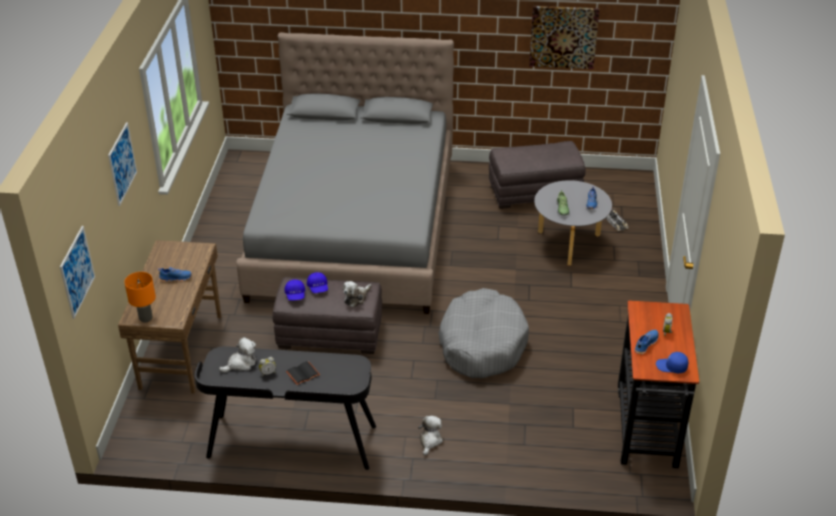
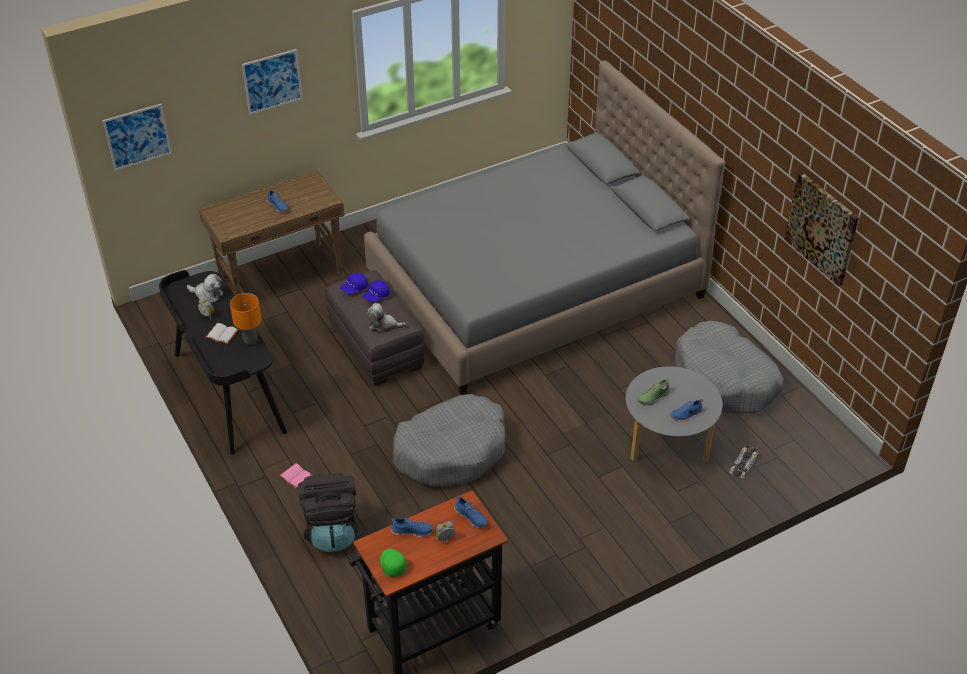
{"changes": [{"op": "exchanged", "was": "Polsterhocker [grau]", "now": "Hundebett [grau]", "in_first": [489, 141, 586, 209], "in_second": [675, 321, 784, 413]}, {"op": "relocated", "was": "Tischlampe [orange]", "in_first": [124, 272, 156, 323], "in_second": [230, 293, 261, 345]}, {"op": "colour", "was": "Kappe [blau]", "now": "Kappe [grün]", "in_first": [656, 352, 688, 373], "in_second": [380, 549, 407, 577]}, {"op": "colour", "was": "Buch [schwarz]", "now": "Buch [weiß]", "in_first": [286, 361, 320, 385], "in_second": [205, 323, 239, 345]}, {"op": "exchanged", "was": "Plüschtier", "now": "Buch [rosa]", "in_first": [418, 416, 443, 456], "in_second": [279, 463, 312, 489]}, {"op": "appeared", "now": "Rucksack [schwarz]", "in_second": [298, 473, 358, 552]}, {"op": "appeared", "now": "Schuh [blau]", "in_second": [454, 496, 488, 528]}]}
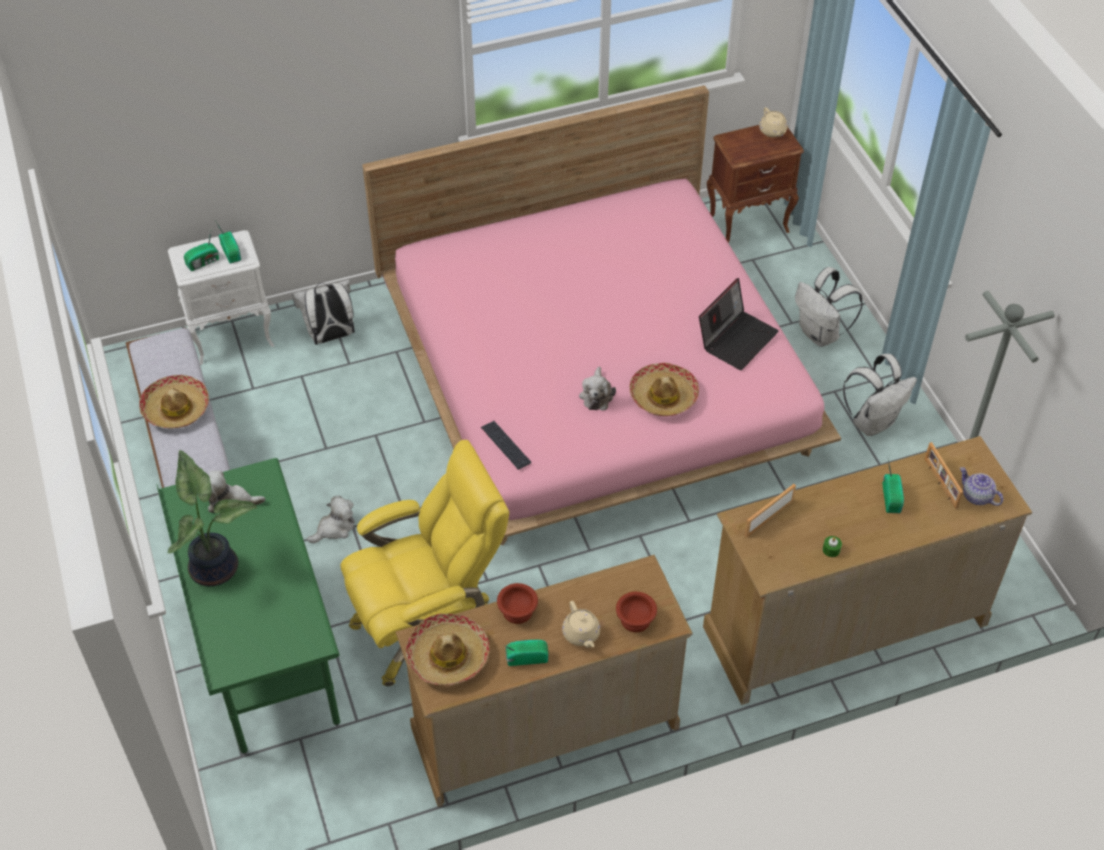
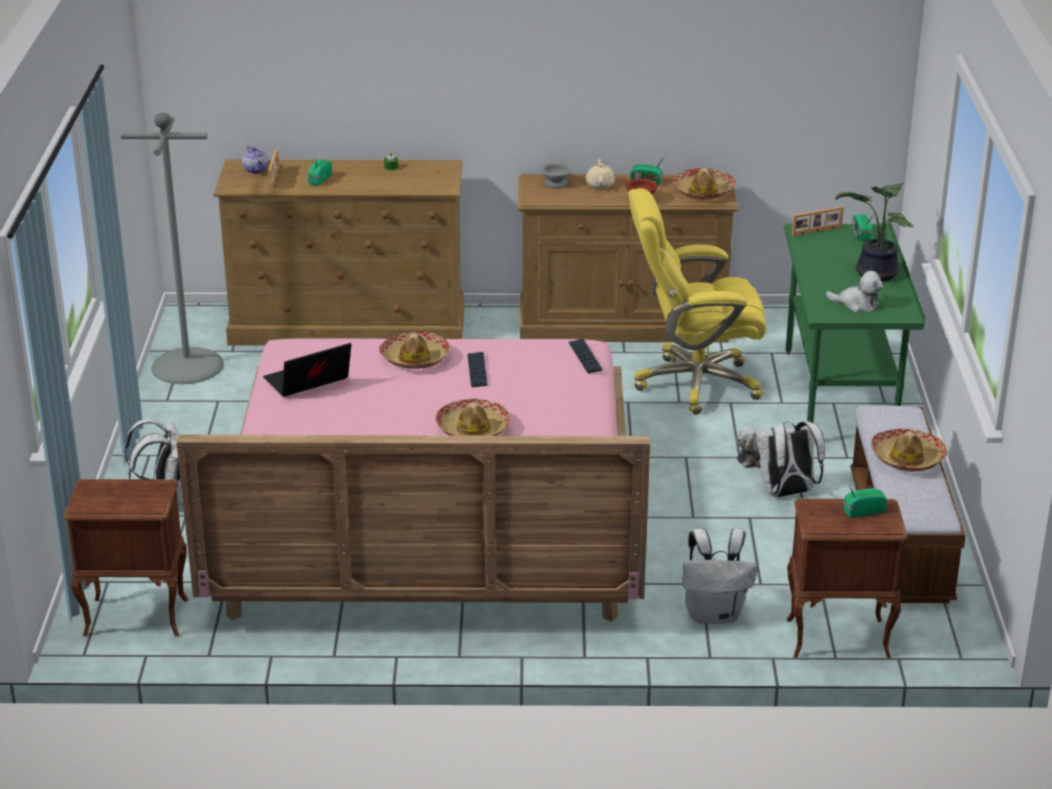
{"changes": [{"op": "missing", "was": "Teekanne [beige]", "in_first": [759, 107, 788, 137]}, {"op": "relocated", "was": "Radio", "in_first": [214, 219, 241, 263], "in_second": [852, 213, 875, 241]}, {"op": "colour", "was": "Nachttisch [weiß]", "now": "Nachttisch [braun]", "in_first": [168, 230, 274, 365], "in_second": [787, 499, 908, 658]}, {"op": "relocated", "was": "Rucksack [weiß]", "in_first": [843, 354, 917, 436], "in_second": [753, 421, 825, 497]}, {"op": "exchanged", "was": "Plüschtier", "now": "Tastatur", "in_first": [579, 367, 616, 410], "in_second": [467, 352, 487, 387]}, {"op": "relocated", "was": "Bilderrahmen", "in_first": [744, 484, 796, 538], "in_second": [792, 206, 844, 236]}, {"op": "colour", "was": "Schüssel [braun]", "now": "Schüssel [grau]", "in_first": [616, 592, 657, 632], "in_second": [540, 163, 572, 189]}, {"op": "appeared", "now": "Hut", "in_second": [435, 398, 511, 436]}]}
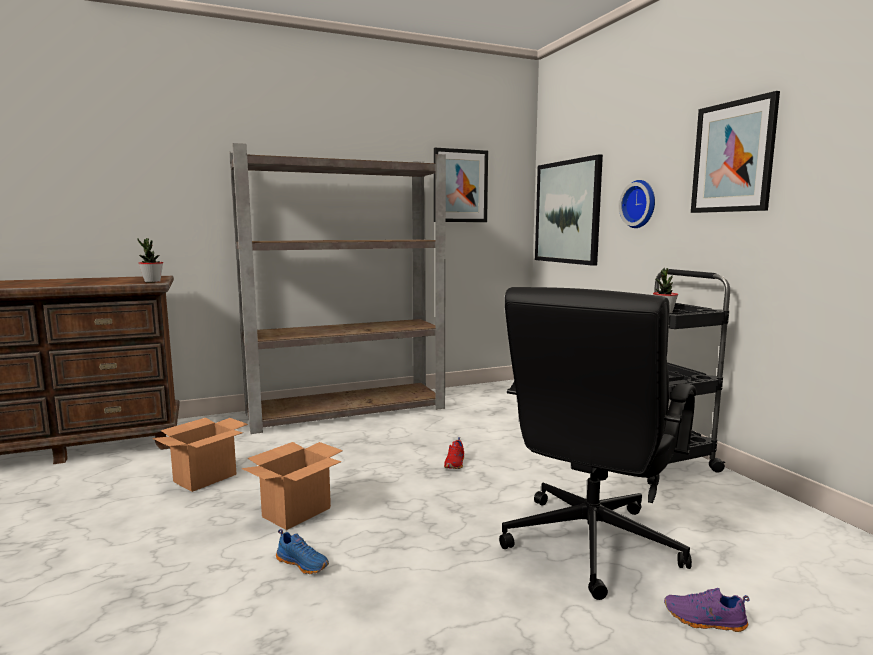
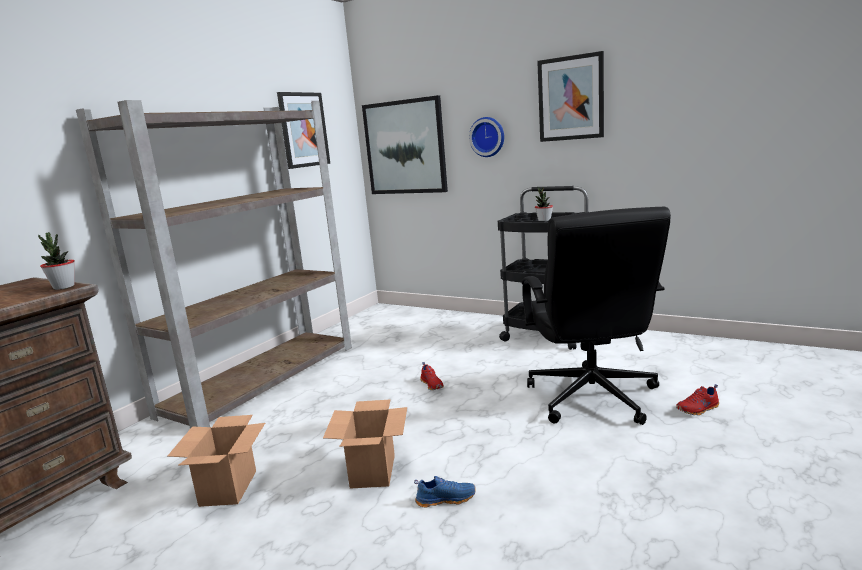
{"changes": [{"op": "colour", "was": "Schuh [lila]", "now": "Schuh [rot]", "in_first": [664, 588, 750, 632], "in_second": [676, 384, 719, 415]}]}
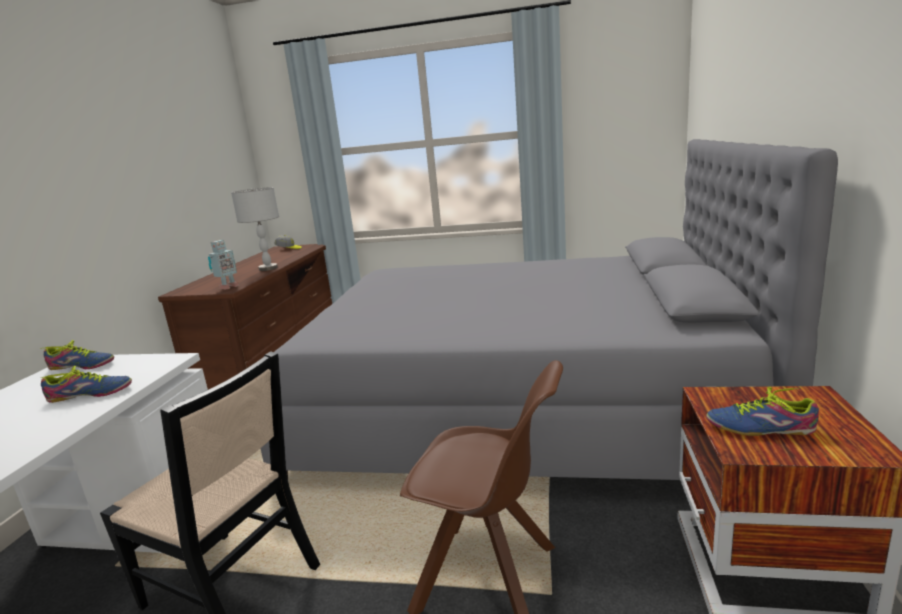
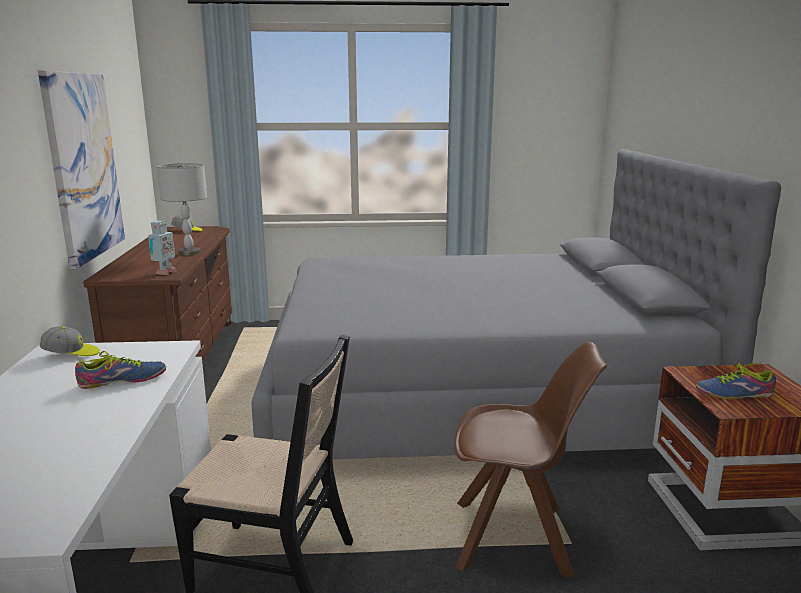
{"changes": [{"op": "exchanged", "was": "Schuh", "now": "Kappe", "in_first": [44, 340, 114, 370], "in_second": [40, 326, 100, 356]}, {"op": "appeared", "now": "Bild", "in_second": [38, 70, 125, 270]}]}
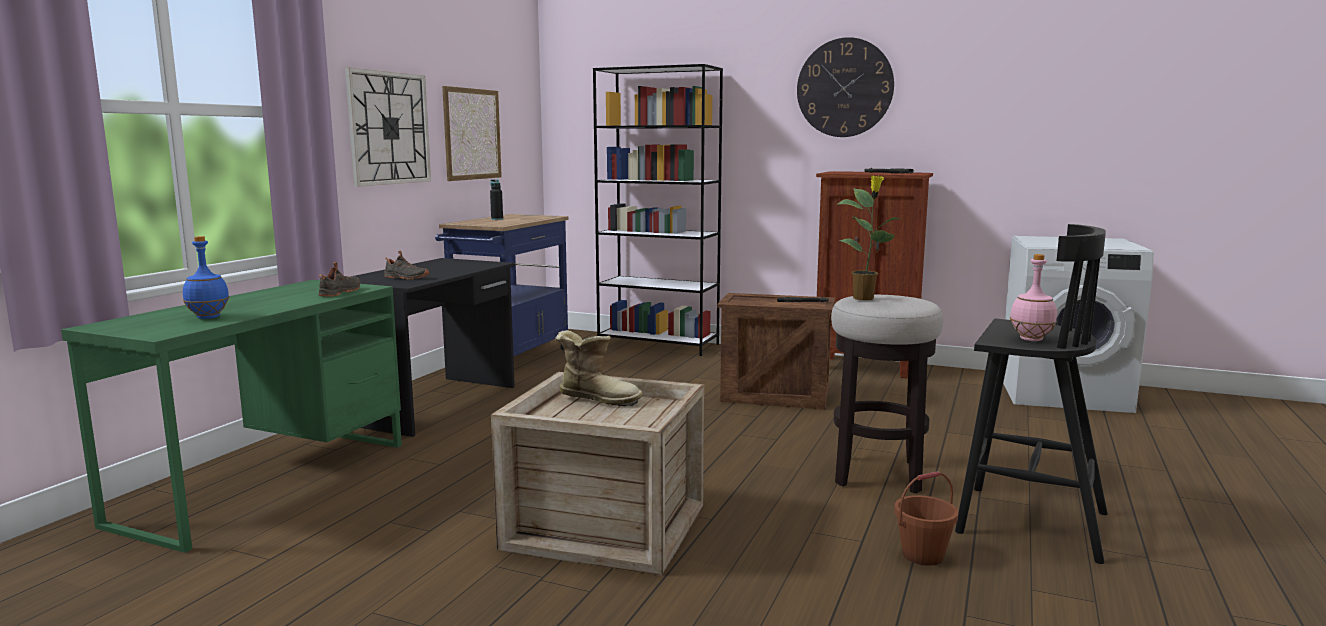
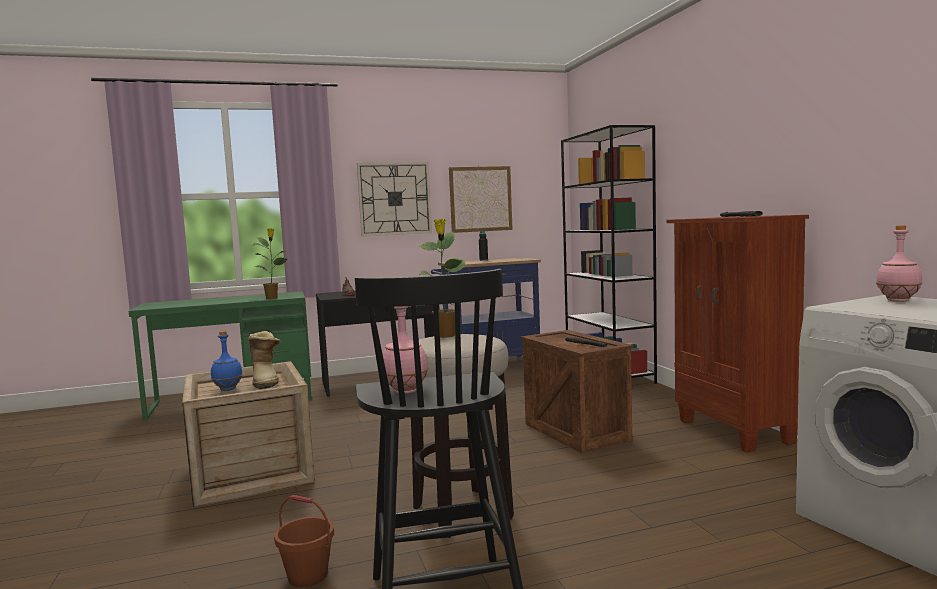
{"changes": [{"op": "missing", "was": "Wanduhr", "in_first": [797, 37, 894, 137]}, {"op": "relocated", "was": "Flasche [blau]", "in_first": [183, 236, 229, 319], "in_second": [211, 331, 243, 391]}, {"op": "exchanged", "was": "Schuh [schwarz]", "now": "Topfpflanze", "in_first": [318, 262, 360, 297], "in_second": [251, 228, 287, 299]}, {"op": "appeared", "now": "Flasche [rosa]", "in_second": [876, 225, 922, 302]}]}
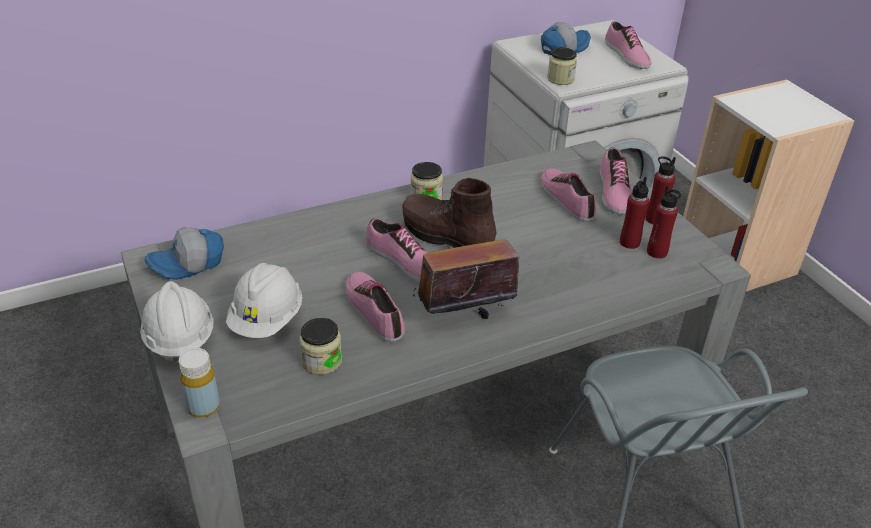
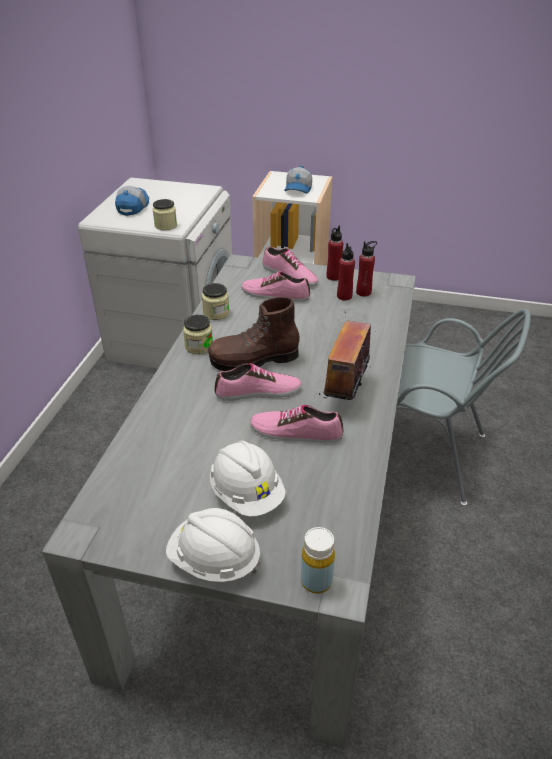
{"changes": [{"op": "missing", "was": "Schuh", "in_first": [605, 21, 651, 69]}, {"op": "relocated", "was": "Kappe", "in_first": [145, 227, 224, 280], "in_second": [285, 166, 312, 194]}, {"op": "relocated", "was": "Vorratsglas", "in_first": [299, 318, 342, 375], "in_second": [202, 283, 229, 320]}]}
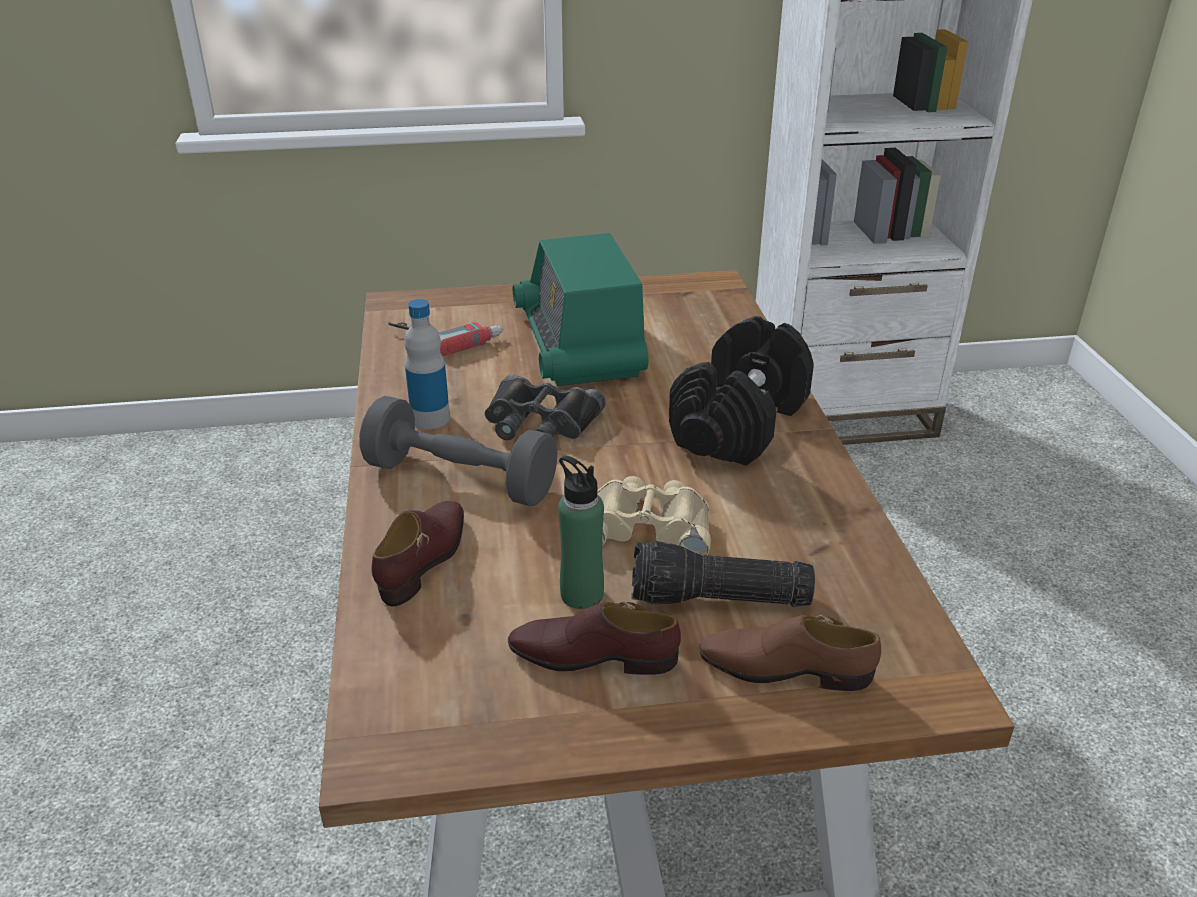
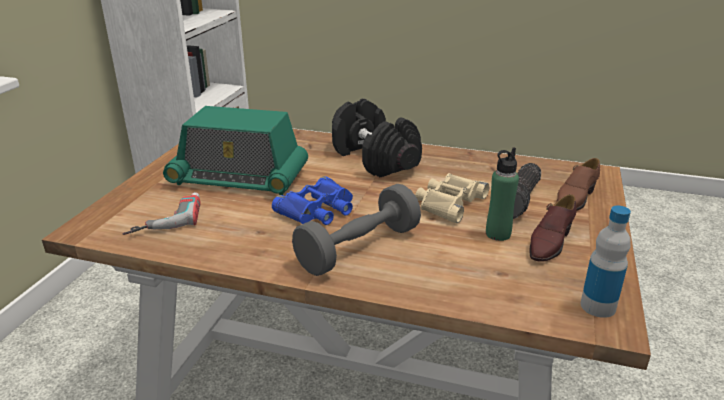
{"changes": [{"op": "relocated", "was": "Flasche", "in_first": [404, 299, 450, 429], "in_second": [580, 205, 631, 318]}, {"op": "colour", "was": "Fernglas [schwarz]", "now": "Fernglas [blau]", "in_first": [485, 374, 606, 440], "in_second": [272, 176, 353, 225]}, {"op": "missing", "was": "Schuh [braun]", "in_first": [371, 502, 464, 606]}]}
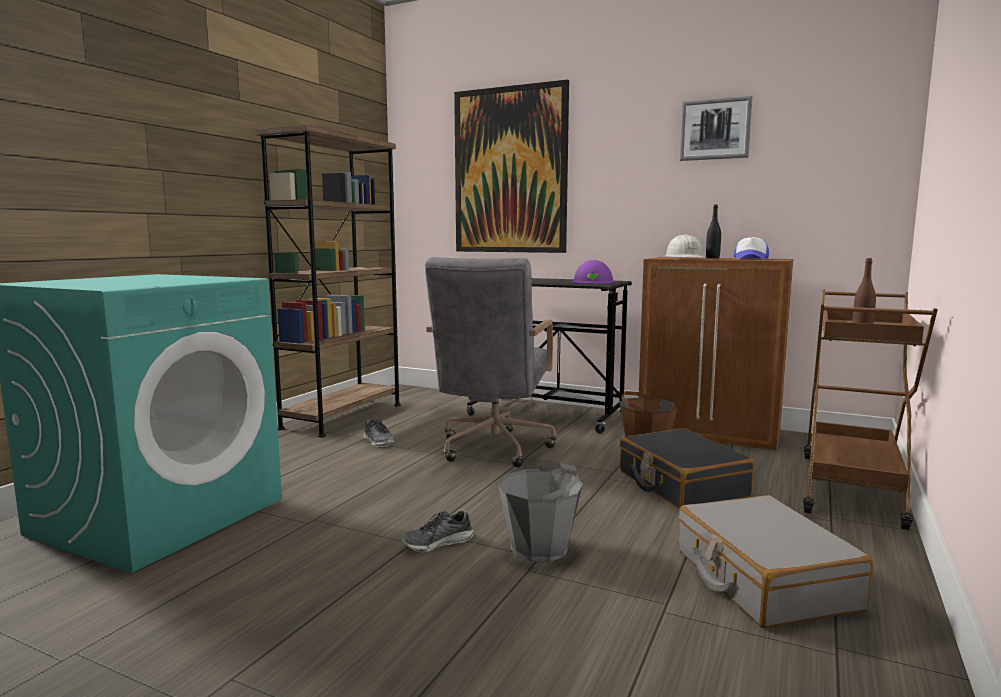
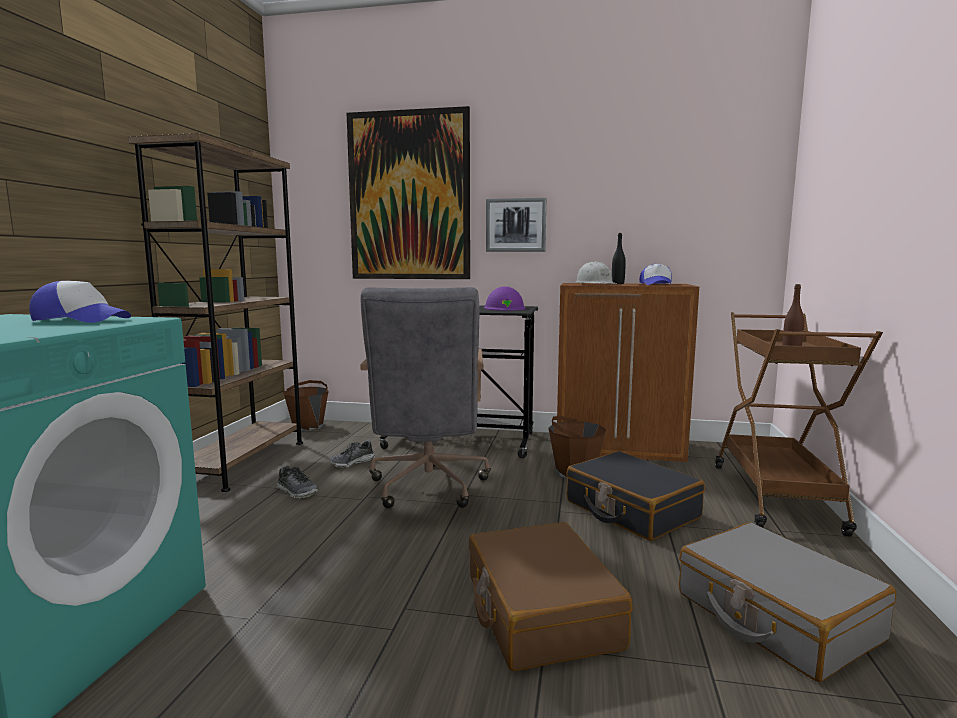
{"changes": [{"op": "relocated", "was": "Bild", "in_first": [680, 96, 752, 161], "in_second": [486, 198, 546, 252]}, {"op": "exchanged", "was": "Eimer [grau]", "now": "Koffer [braun]", "in_first": [498, 463, 583, 562], "in_second": [469, 522, 633, 671]}, {"op": "relocated", "was": "Schuh", "in_first": [402, 509, 473, 553], "in_second": [330, 440, 375, 468]}, {"op": "appeared", "now": "Kappe", "in_second": [29, 281, 131, 323]}, {"op": "appeared", "now": "Eimer [braun]", "in_second": [283, 380, 328, 431]}]}
